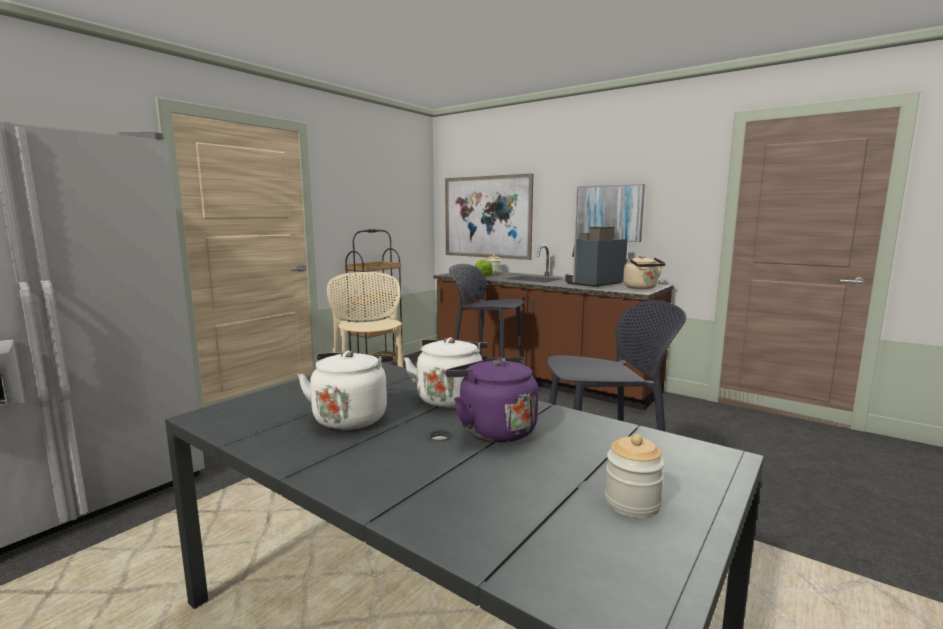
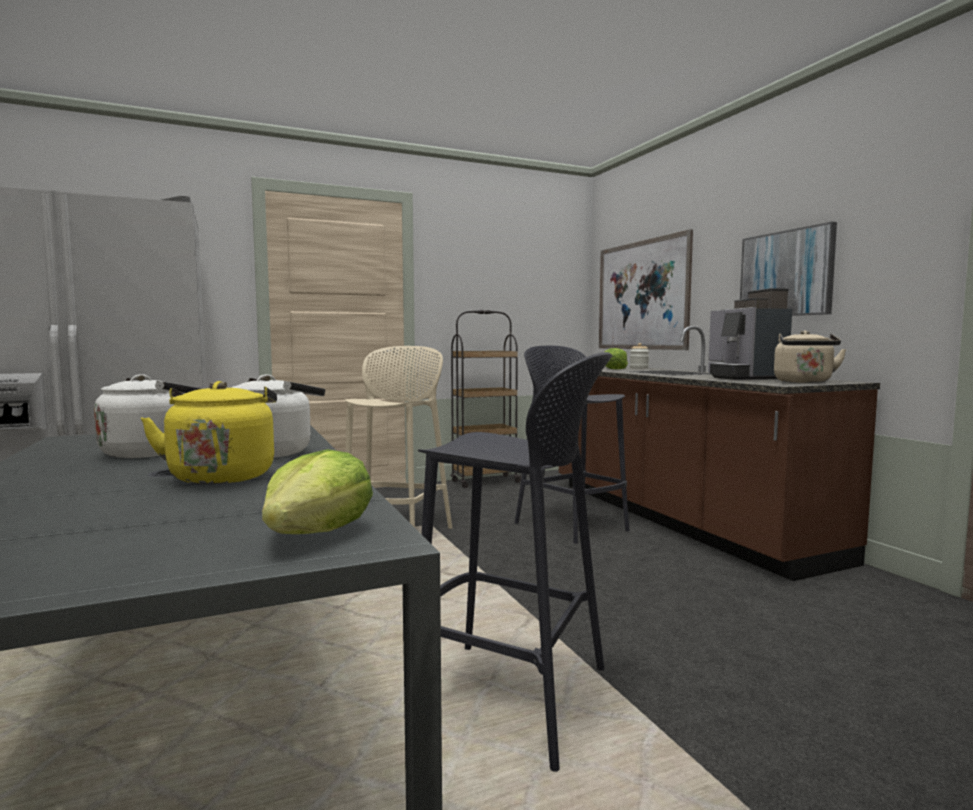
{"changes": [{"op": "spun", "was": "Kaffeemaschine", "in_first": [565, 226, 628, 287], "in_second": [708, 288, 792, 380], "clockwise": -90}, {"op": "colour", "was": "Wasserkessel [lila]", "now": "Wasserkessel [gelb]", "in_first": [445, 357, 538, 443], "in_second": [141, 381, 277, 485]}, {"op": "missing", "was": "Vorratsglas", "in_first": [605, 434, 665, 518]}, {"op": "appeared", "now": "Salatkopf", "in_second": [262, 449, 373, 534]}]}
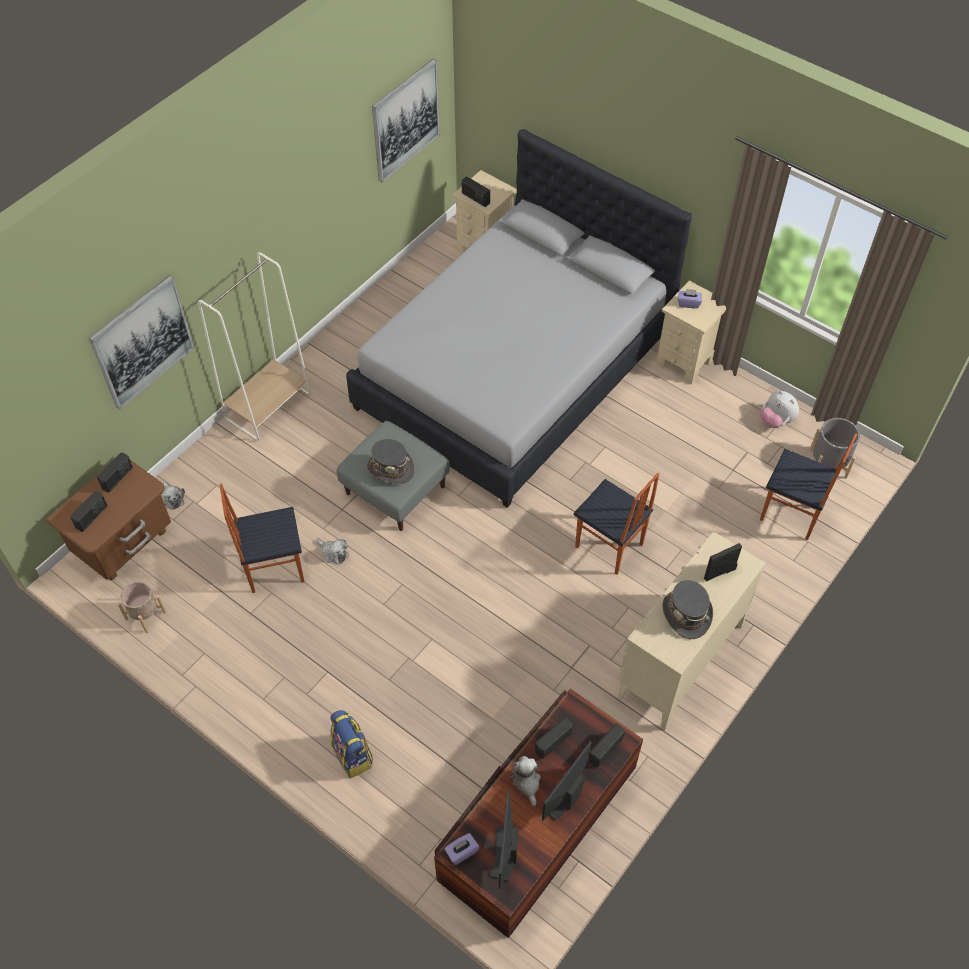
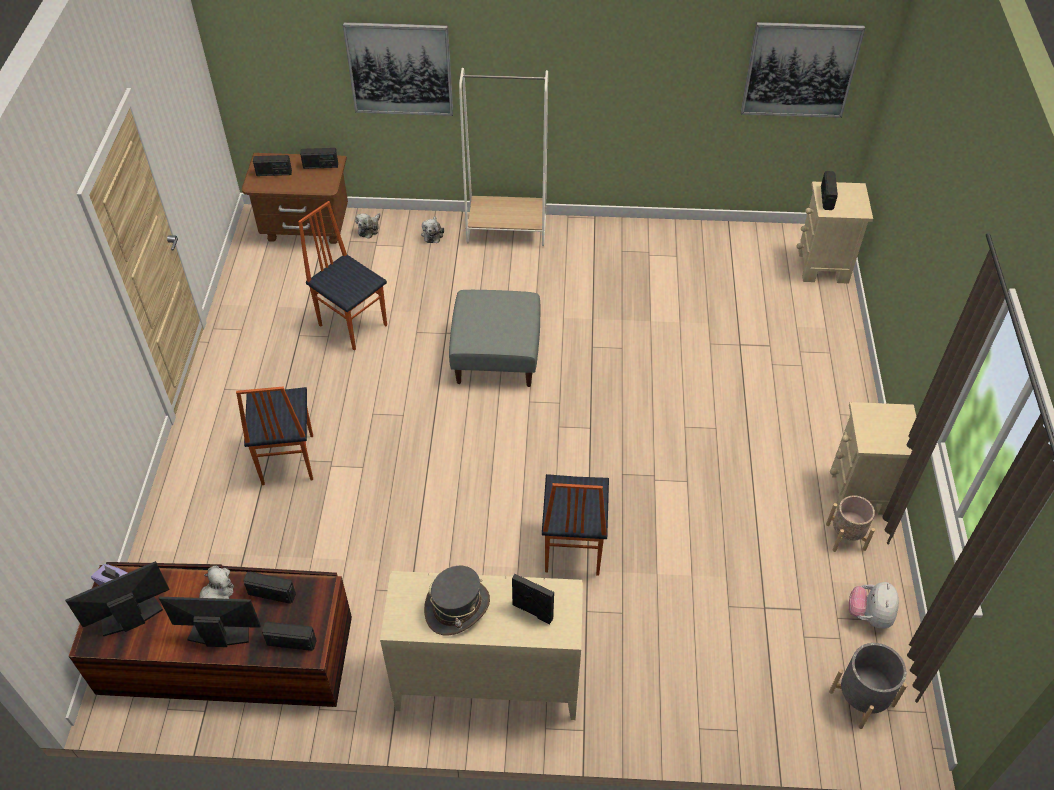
{"changes": [{"op": "missing", "was": "Bett [grau]", "in_first": [346, 129, 692, 508]}, {"op": "missing", "was": "Taschentuchbox [lila]", "in_first": [678, 288, 702, 309]}, {"op": "relocated", "was": "Stuhl", "in_first": [760, 433, 857, 540], "in_second": [236, 387, 313, 485]}, {"op": "missing", "was": "Hut [grau]", "in_first": [367, 439, 414, 484]}, {"op": "relocated", "was": "Plüschtier", "in_first": [317, 538, 349, 564], "in_second": [421, 217, 444, 243]}, {"op": "relocated", "was": "Pflanzkübel [beige]", "in_first": [117, 581, 166, 633], "in_second": [826, 495, 875, 552]}, {"op": "missing", "was": "Rucksack", "in_first": [330, 710, 373, 778]}]}
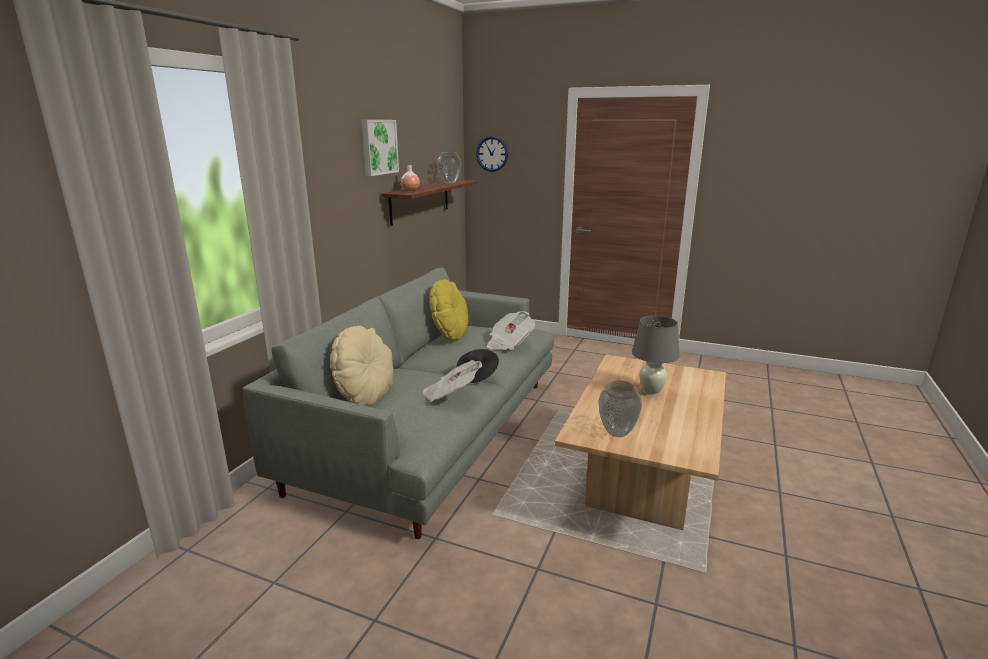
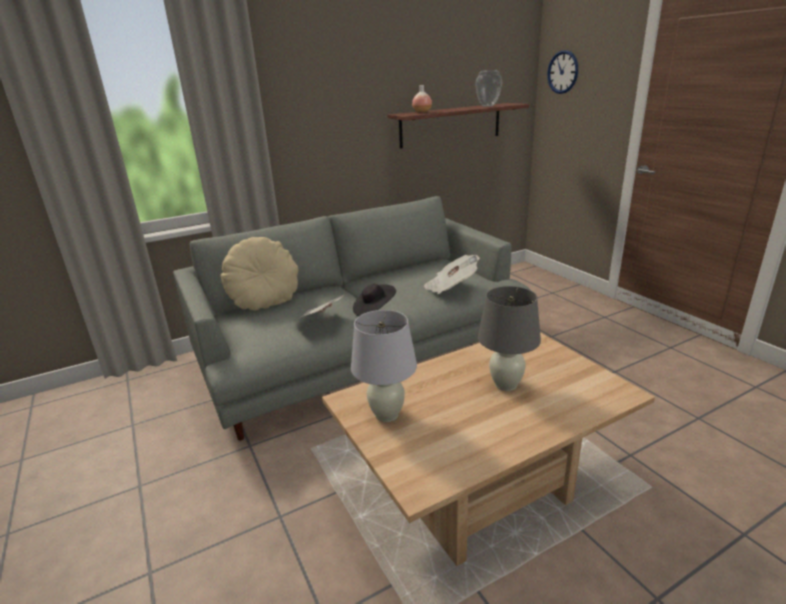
{"changes": [{"op": "missing", "was": "Bild", "in_first": [362, 120, 399, 176]}, {"op": "missing", "was": "Kissen [gelb]", "in_first": [429, 280, 468, 341]}, {"op": "exchanged", "was": "Vase", "now": "Tischlampe [weiß]", "in_first": [598, 381, 642, 437], "in_second": [351, 310, 417, 422]}]}
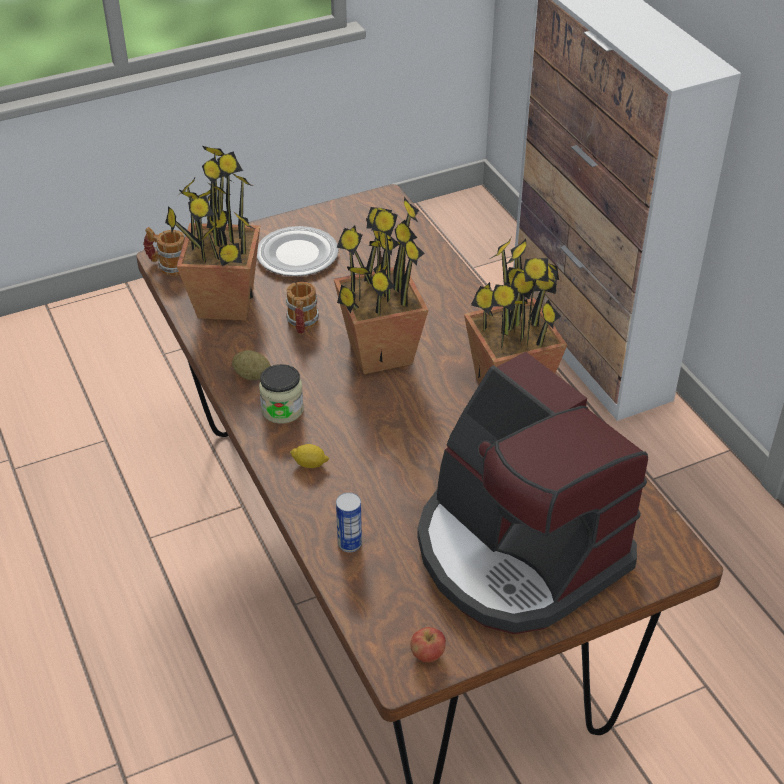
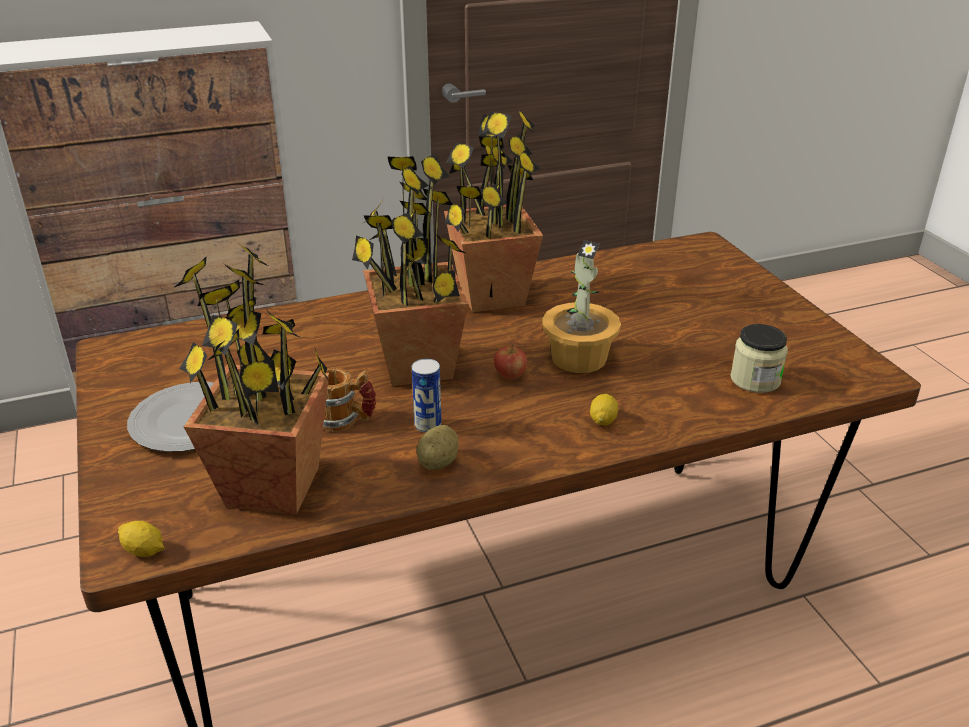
{"changes": [{"op": "exchanged", "was": "Henkelbecher", "now": "Zitrone", "in_first": [143, 227, 185, 276], "in_second": [118, 521, 165, 557]}, {"op": "missing", "was": "Kaffeemaschine", "in_first": [418, 352, 648, 634]}, {"op": "relocated", "was": "Vorratsglas", "in_first": [259, 364, 304, 424], "in_second": [730, 324, 788, 393]}, {"op": "relocated", "was": "Dose", "in_first": [336, 493, 362, 552], "in_second": [412, 359, 442, 433]}, {"op": "relocated", "was": "Apfel", "in_first": [410, 627, 446, 662], "in_second": [494, 344, 527, 380]}, {"op": "appeared", "now": "Topfpflanze", "in_second": [542, 240, 621, 373]}]}
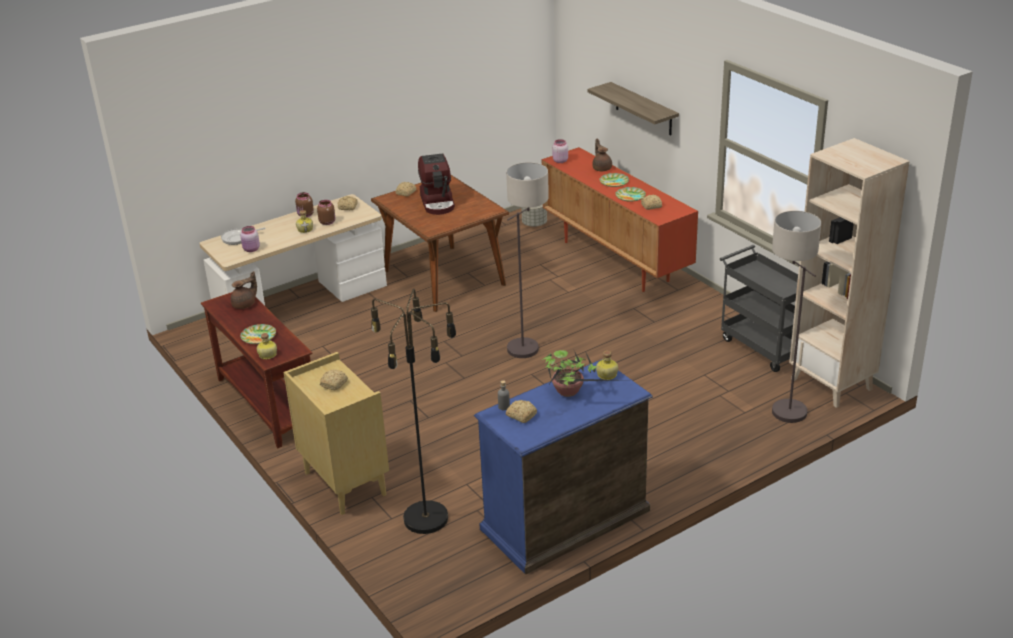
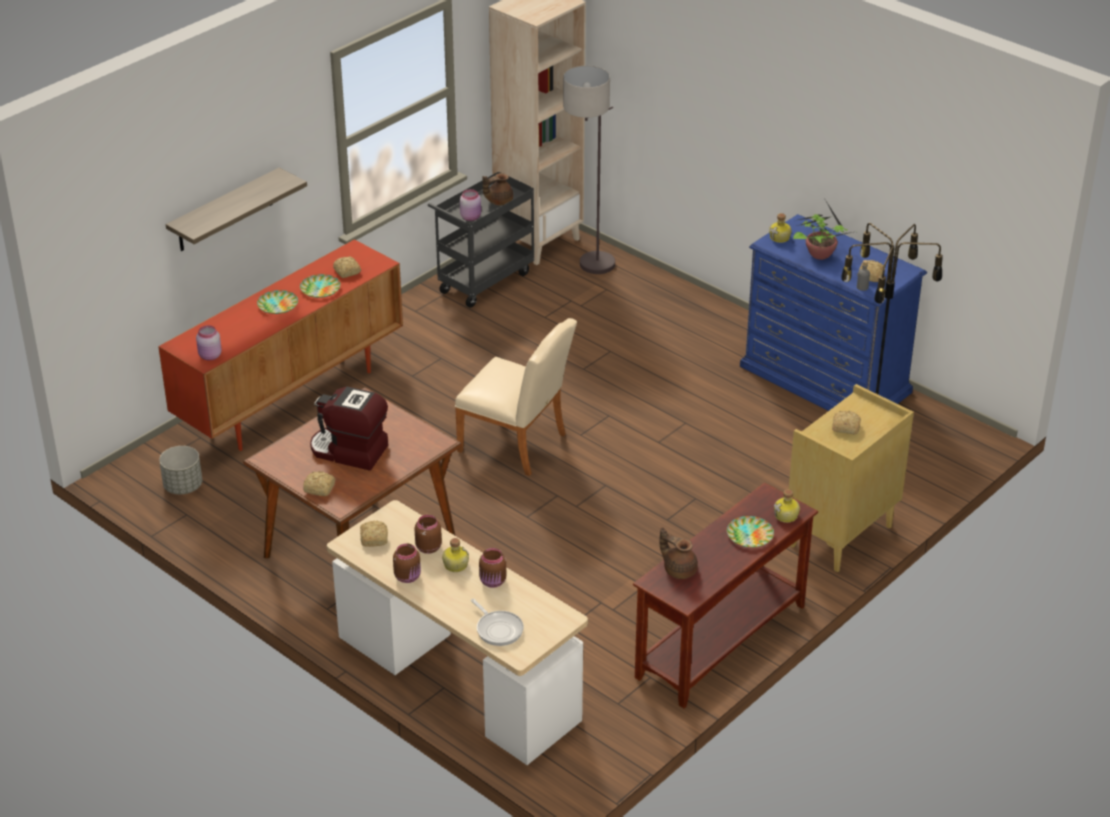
{"changes": [{"op": "relocated", "was": "Teekanne [braun]", "in_first": [592, 139, 612, 171], "in_second": [483, 173, 513, 205]}, {"op": "spun", "was": "Kaffeemaschine", "in_first": [418, 154, 455, 215], "in_second": [310, 386, 388, 471], "clockwise": -135}, {"op": "exchanged", "was": "Stehlampe [grau]", "now": "Stuhl [beige]", "in_first": [506, 162, 549, 358], "in_second": [455, 318, 577, 476]}, {"op": "relocated", "was": "Vorratsglas [rosa]", "in_first": [240, 226, 260, 252], "in_second": [460, 189, 481, 221]}, {"op": "appeared", "now": "Vorratsglas [braun]", "in_second": [479, 548, 506, 588]}]}
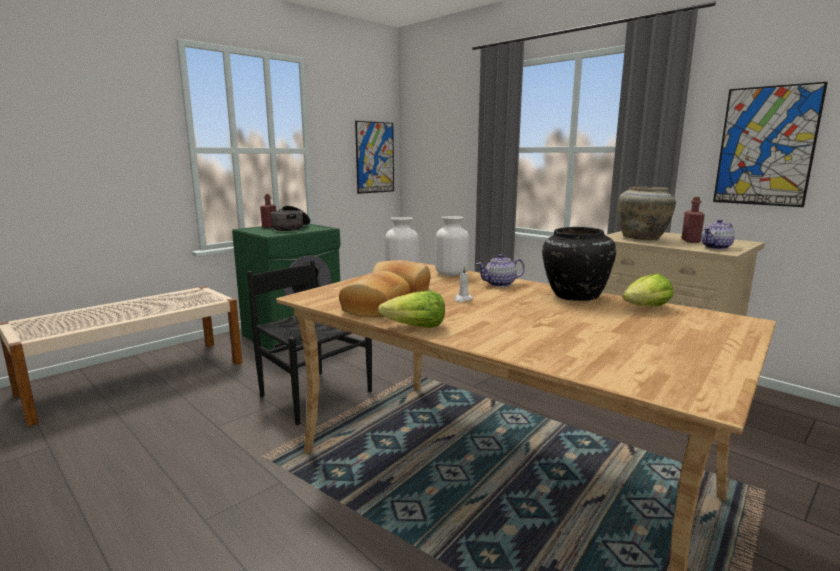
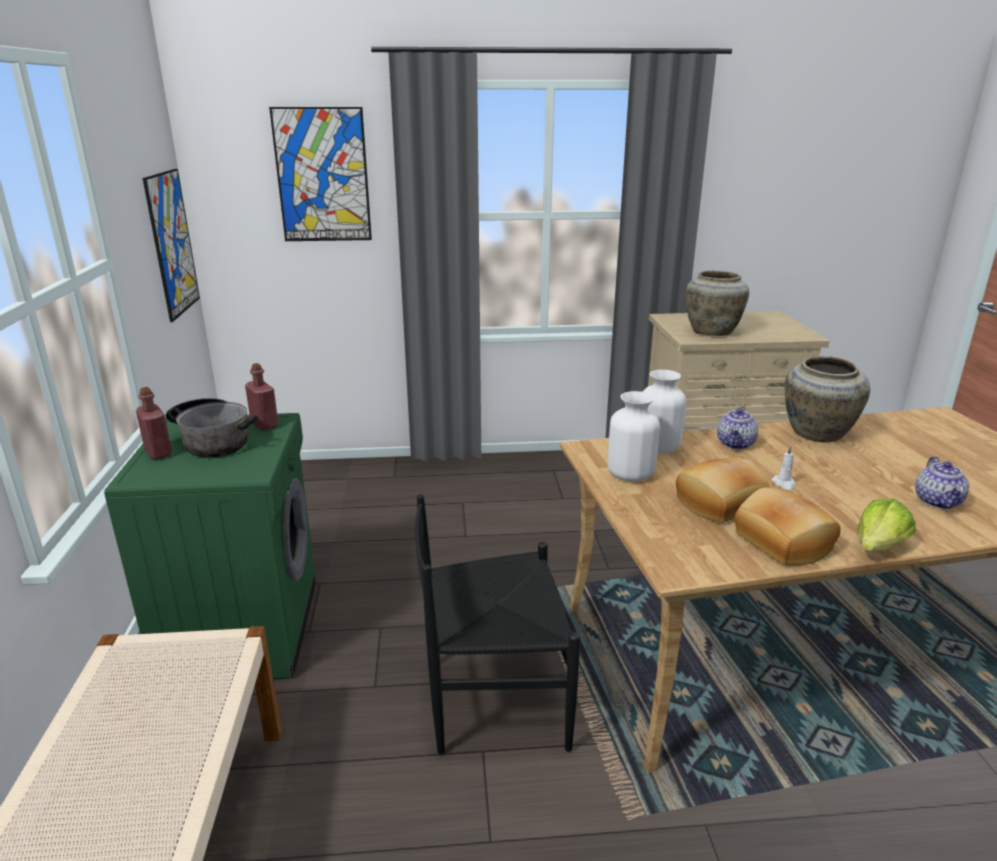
{"changes": [{"op": "relocated", "was": "Bild", "in_first": [713, 82, 828, 207], "in_second": [269, 107, 372, 241]}, {"op": "relocated", "was": "Flasche [rot]", "in_first": [682, 197, 705, 243], "in_second": [245, 363, 279, 430]}, {"op": "relocated", "was": "Teekanne", "in_first": [701, 219, 735, 249], "in_second": [915, 456, 969, 509]}, {"op": "colour", "was": "Vase [schwarz]", "now": "Vase [beige]", "in_first": [542, 227, 616, 301], "in_second": [785, 356, 870, 442]}, {"op": "missing", "was": "Salatkopf", "in_first": [622, 273, 673, 306]}]}
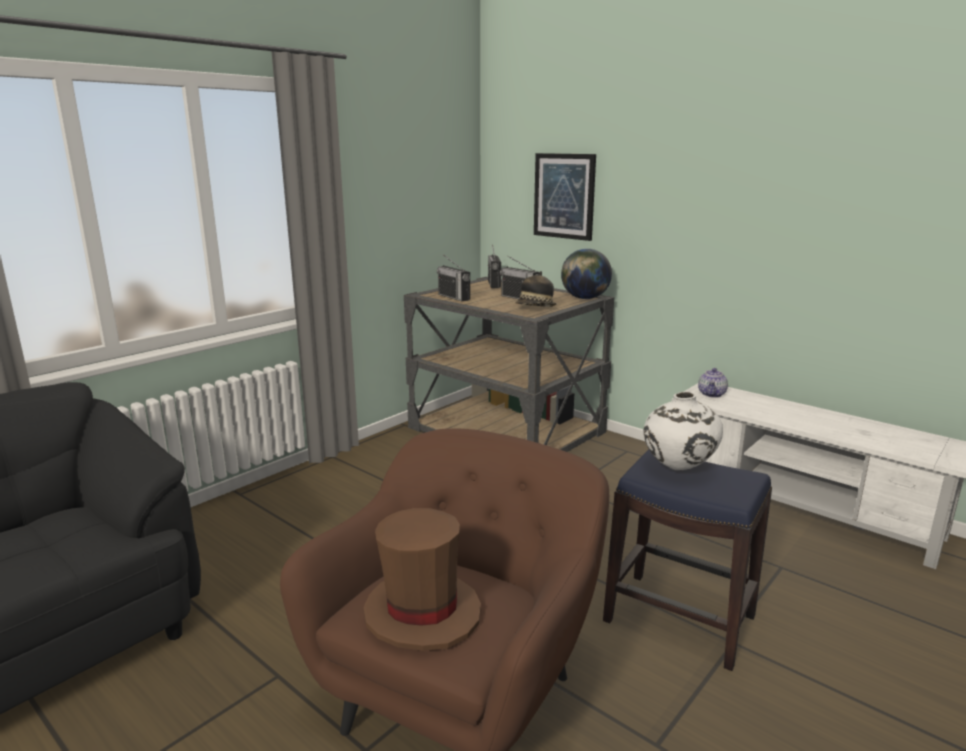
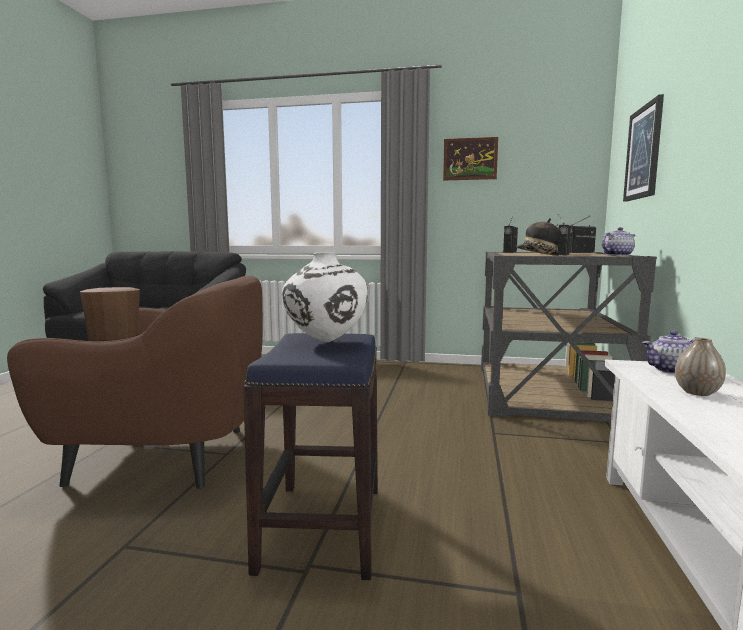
{"changes": [{"op": "exchanged", "was": "Globus", "now": "Teekanne", "in_first": [561, 249, 612, 299], "in_second": [602, 227, 635, 256]}, {"op": "appeared", "now": "Bild", "in_second": [443, 137, 498, 181]}, {"op": "appeared", "now": "Vase", "in_second": [675, 338, 726, 396]}]}
